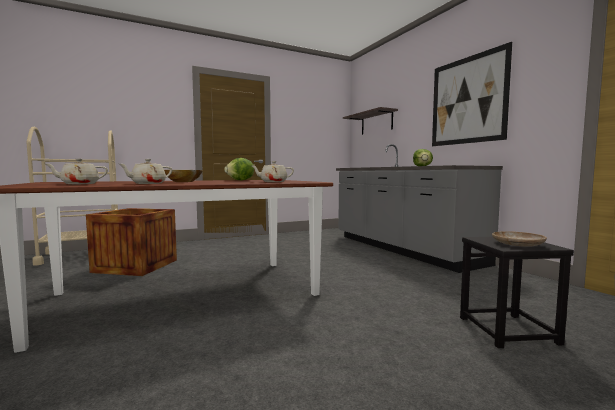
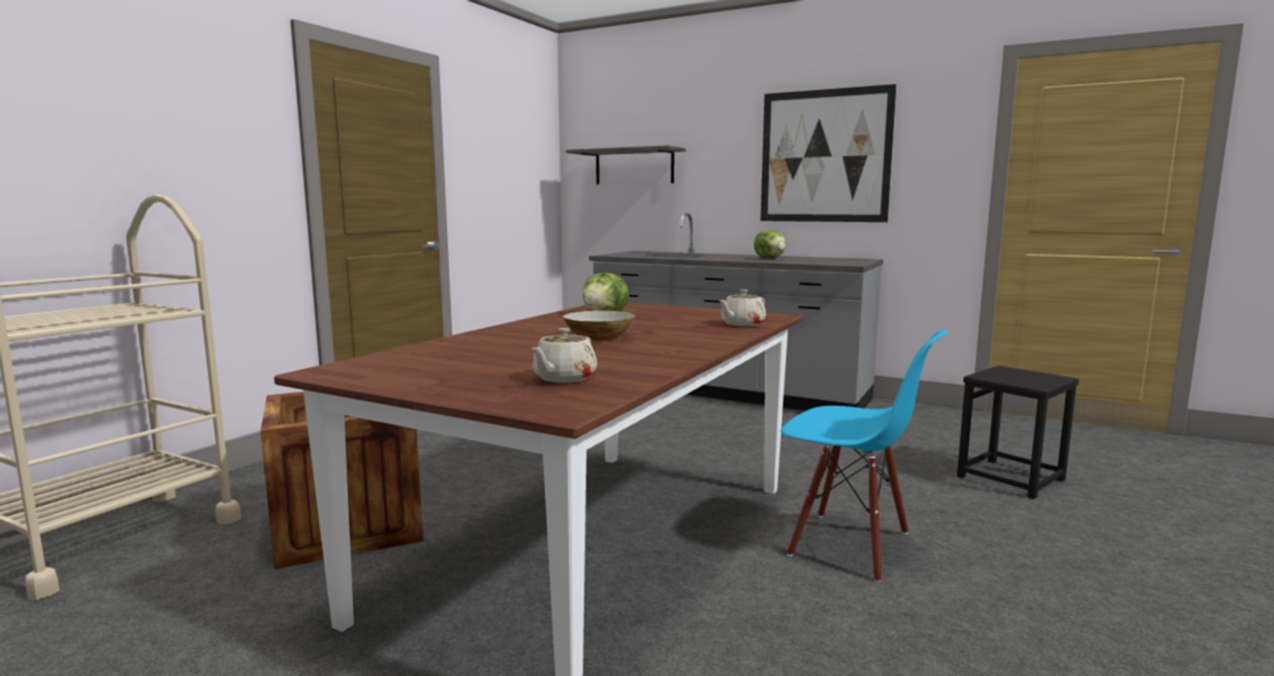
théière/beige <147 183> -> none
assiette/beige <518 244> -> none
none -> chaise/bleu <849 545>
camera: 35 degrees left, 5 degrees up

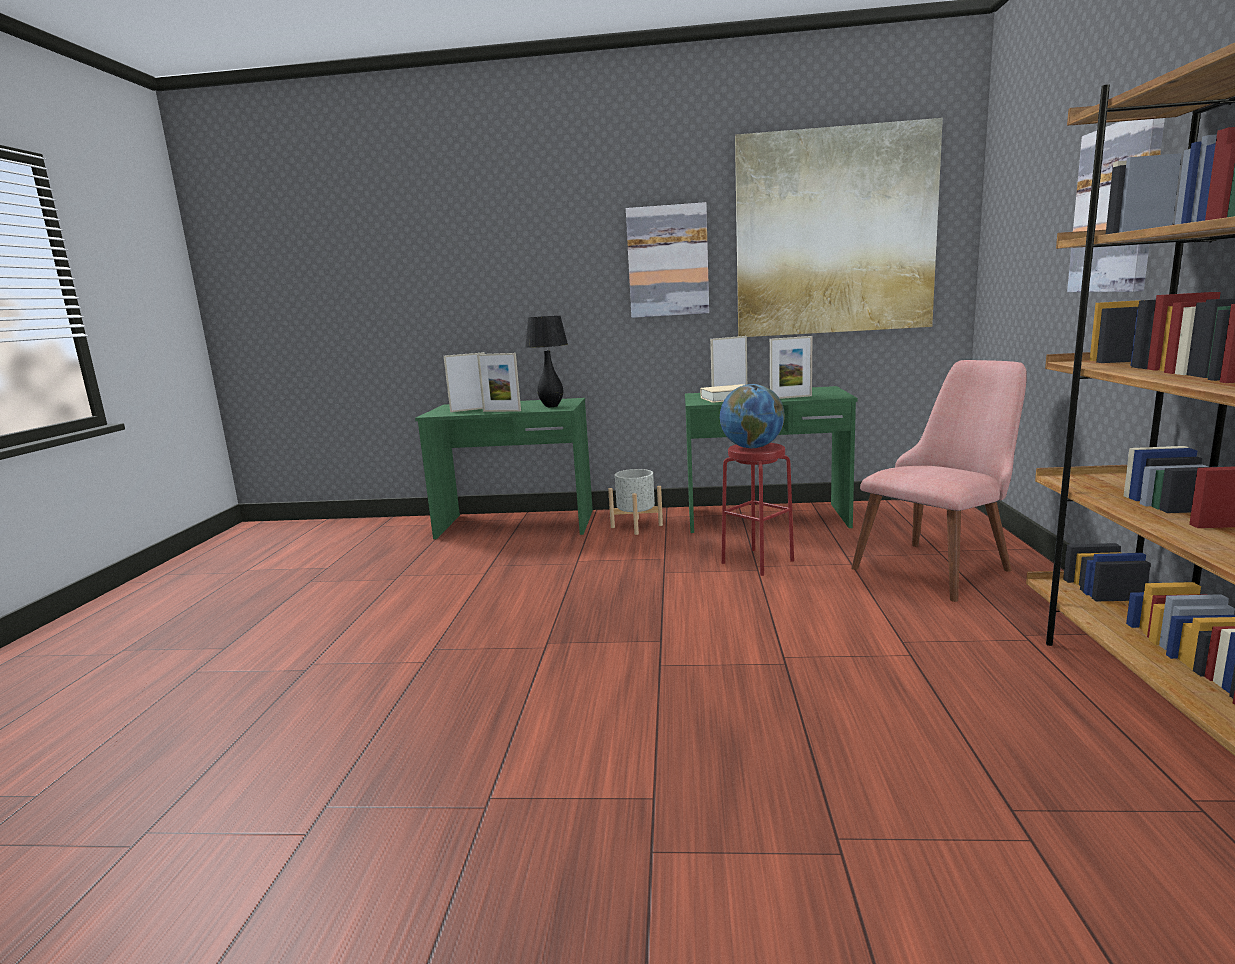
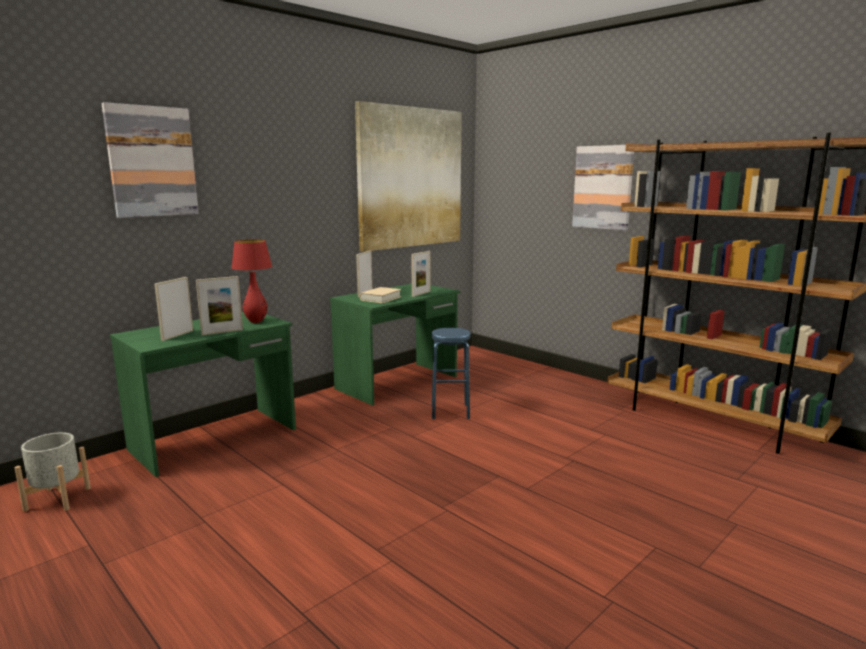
lampe de table/noir <551 406> -> lampe de table/rouge <256 321>
cache-pot/gris <637 526> -> cache-pot/gris <58 499>, moved
tableau <668 261> -> tableau <151 162>, moved
globe <752 447> -> none
tabouret/rouge <757 562> -> tabouret/bleu <450 411>
chaise/rose <941 564> -> none
camera: 50 degrees left, 0 degrees up

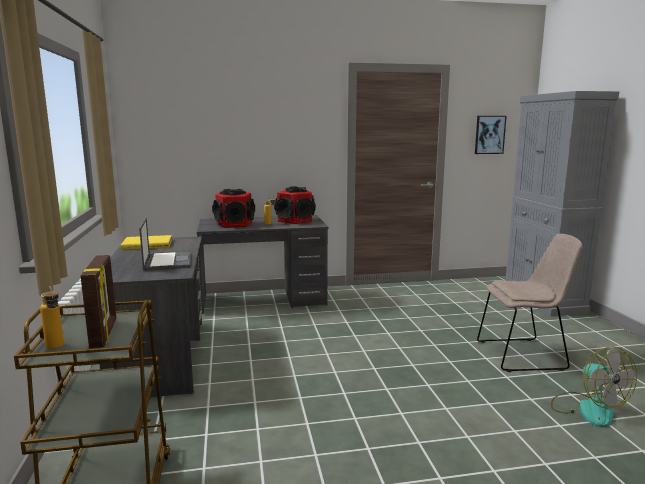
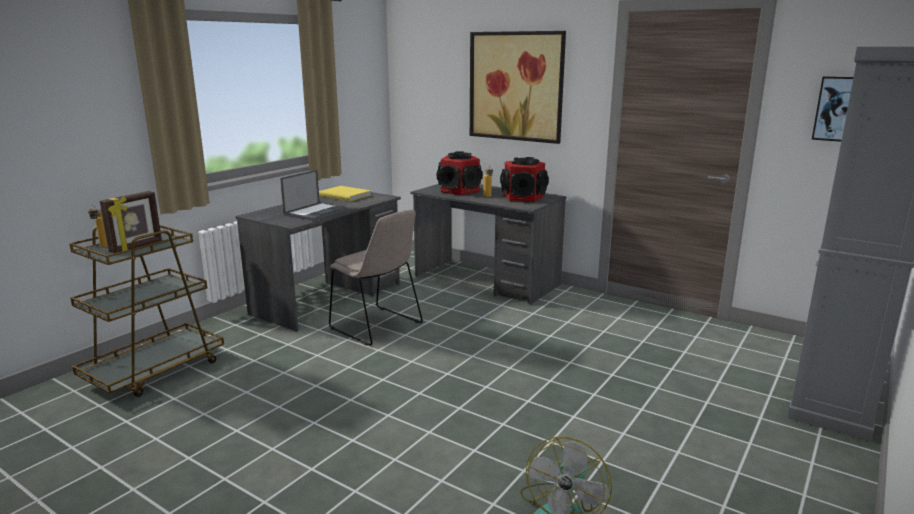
chaise/beige <523 355> -> chaise/beige <378 327>, moved
none -> tableau <516 86>
camera: 45 degrees right, 5 degrees up

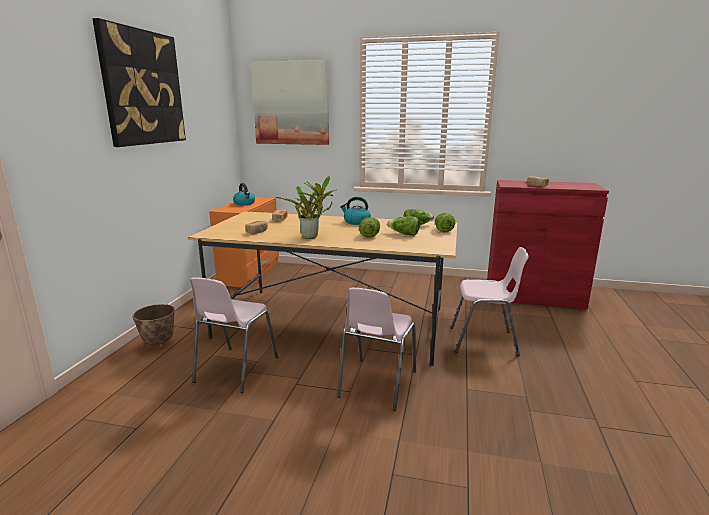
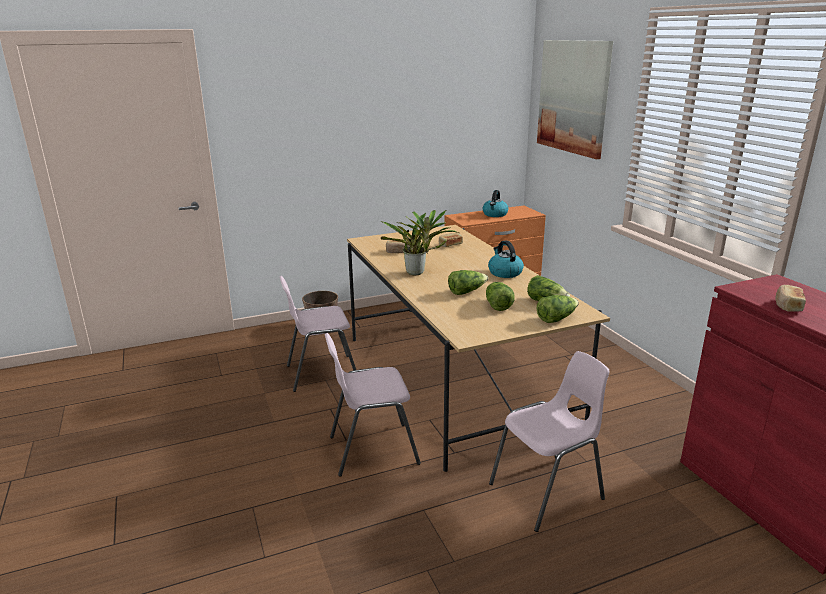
tableau <143 88> -> none
chaise/rose <484 341> -> chaise/rose <548 492>, 90 degrees counterclockwise
camera: 55 degrees right, 5 degrees up

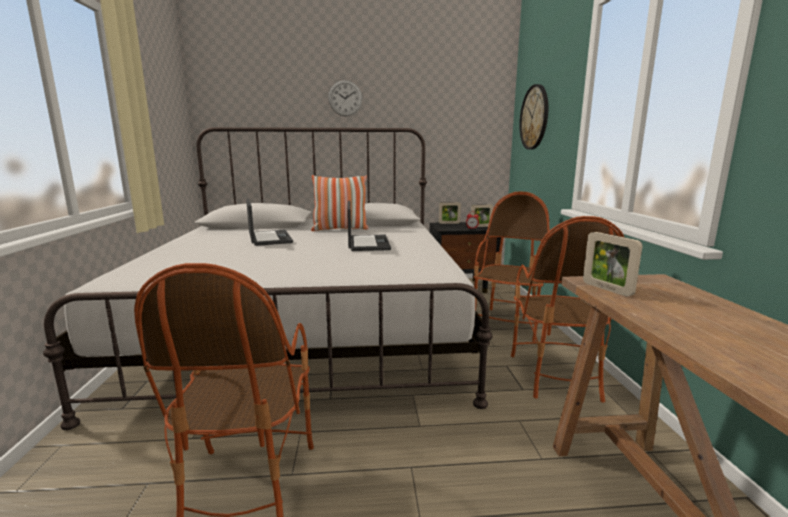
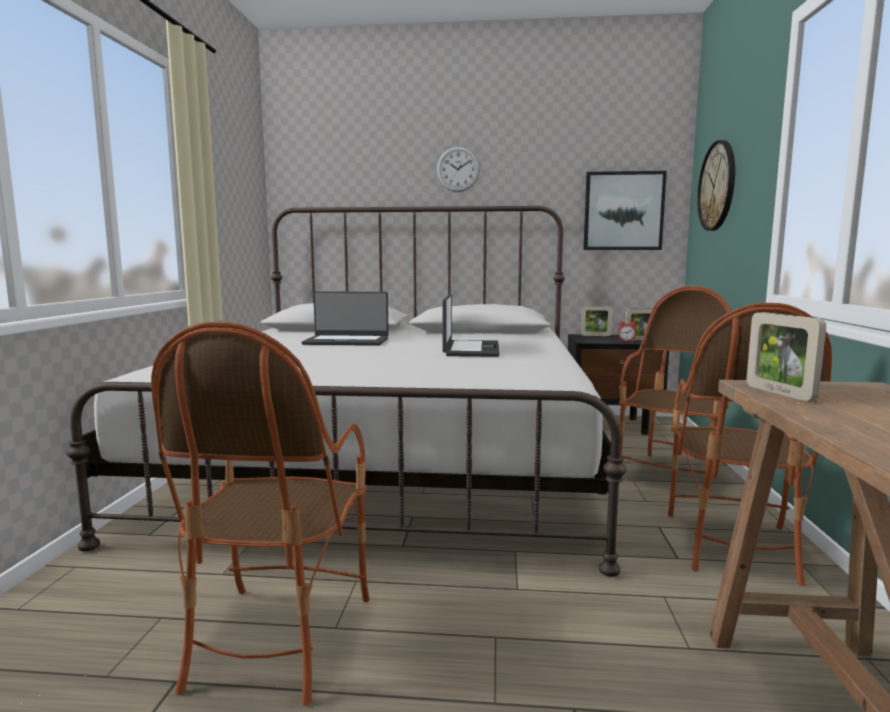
ordinateur portable <269 238> -> ordinateur portable <346 341>, 105 degrees clockwise
coussin <340 229> -> none
none -> tableau <623 211>
camera: 10 degrees right, 5 degrees down

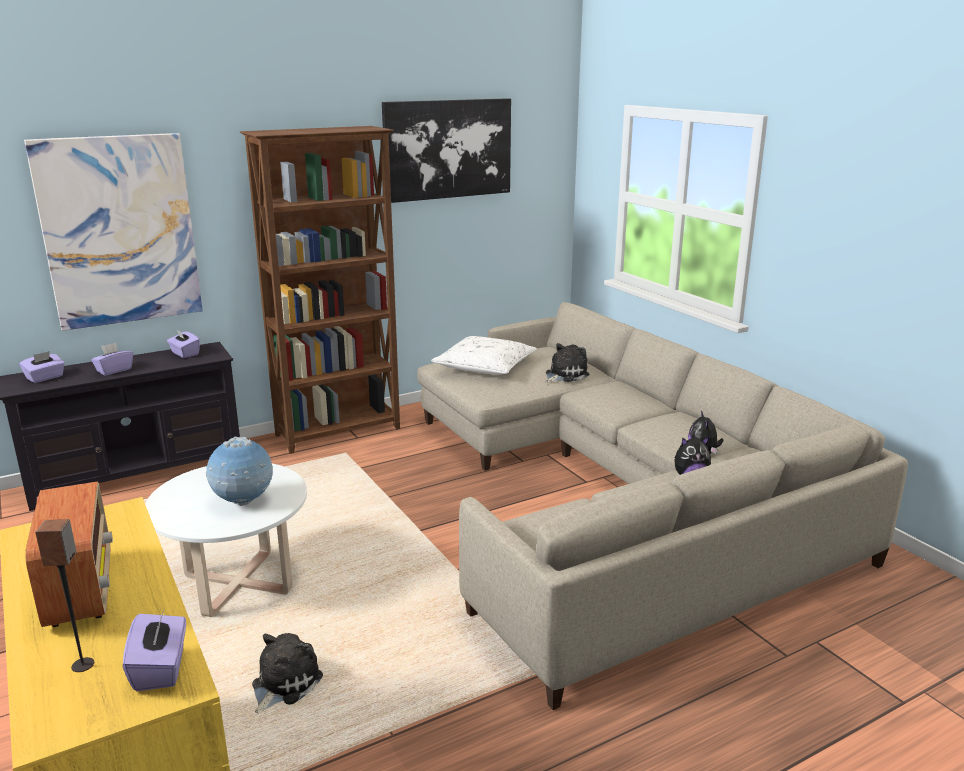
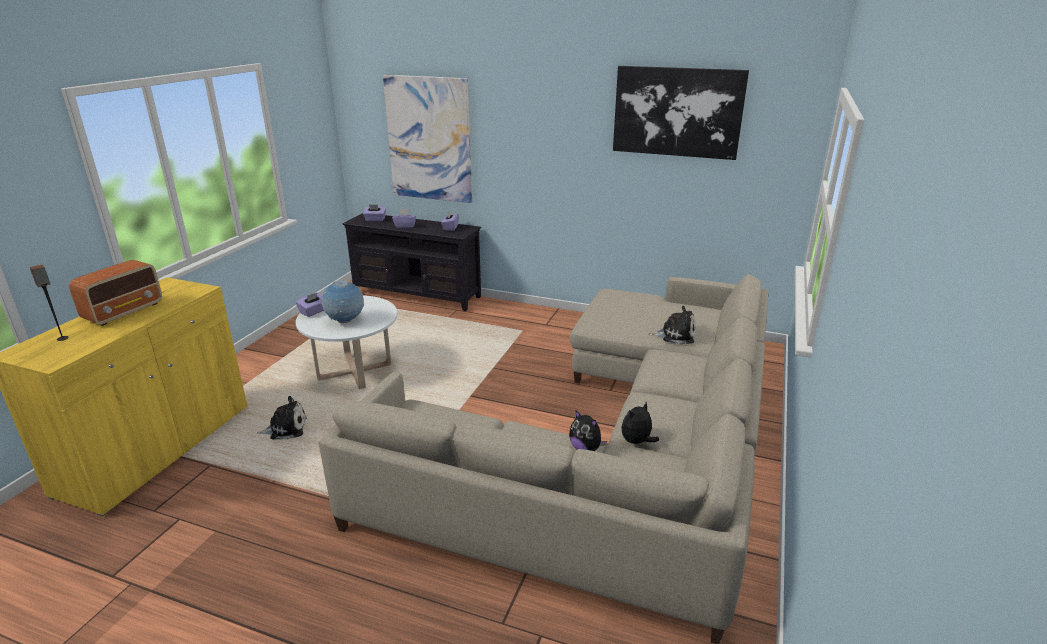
boîte à mouchoirs/violet <161 668> -> boîte à mouchoirs/violet <313 312>, moved
bibliothèque/marron <339 432> -> none
coussin/blanc <485 366> -> none
camera: 50 degrees right, 5 degrees up

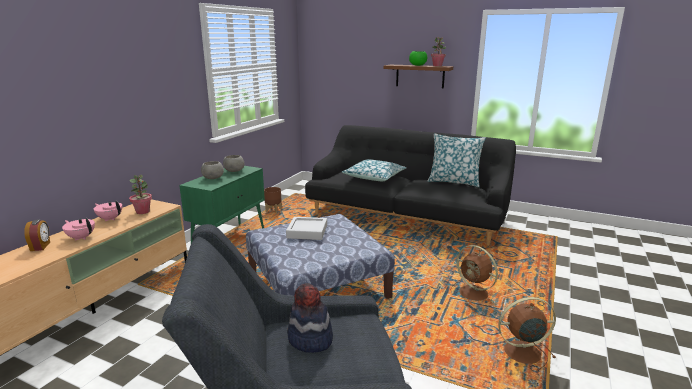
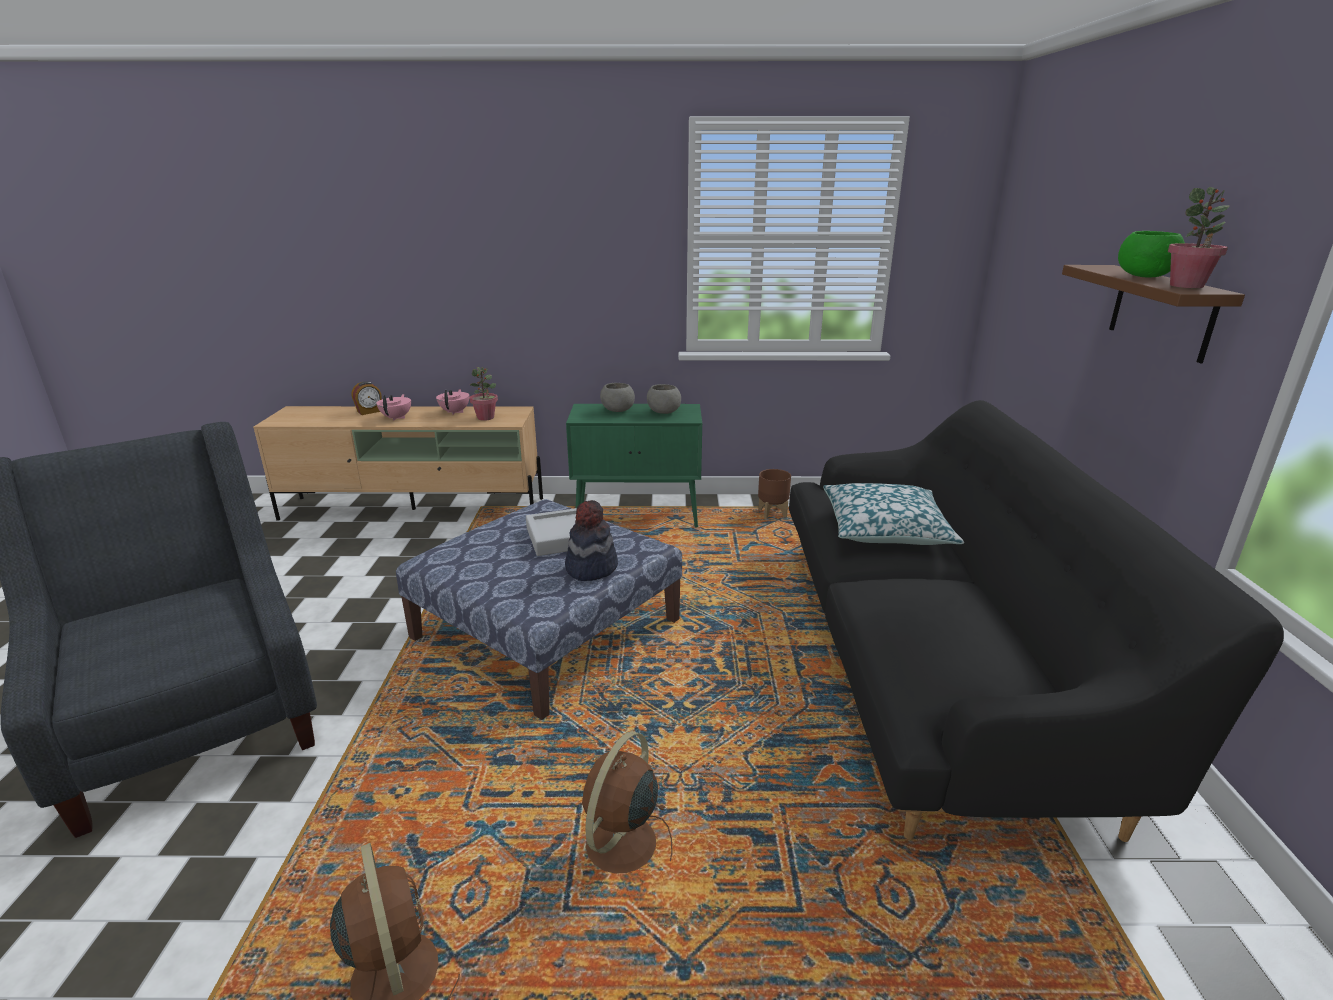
chapeau <310 339> -> chapeau <591 567>, moved
coussin <454 182> -> none
camera: 65 degrees right, 5 degrees up

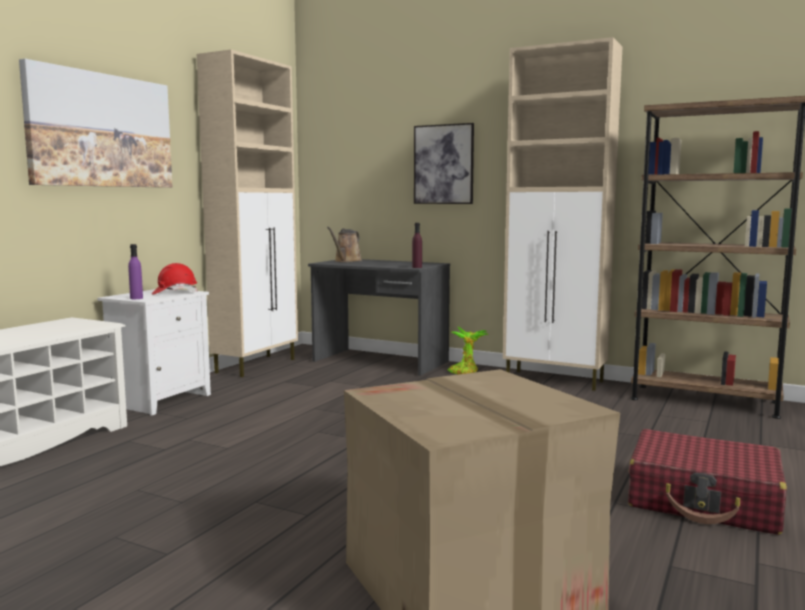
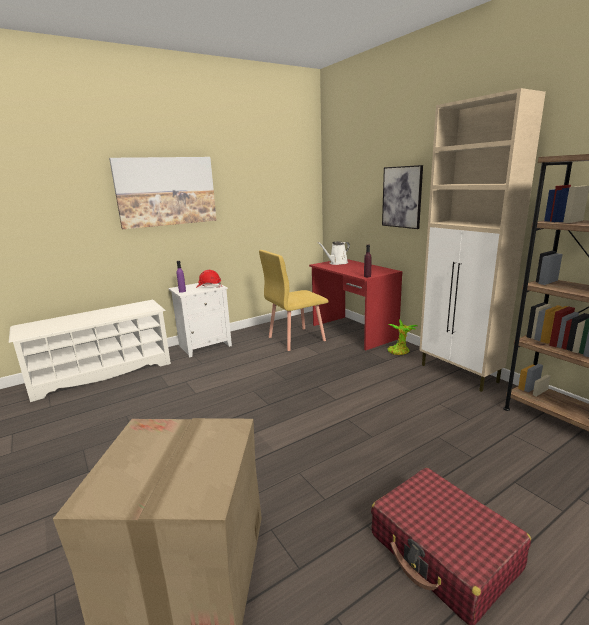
meuble de rangement/beige <257 365> -> none
bureau/gris <380 361> -> bureau/rouge <353 332>
arrosoir/marron <346 261> -> arrosoir/blanc <337 263>
none -> chaise/jaune <296 339>
camera: 30 degrees right, 10 degrees up

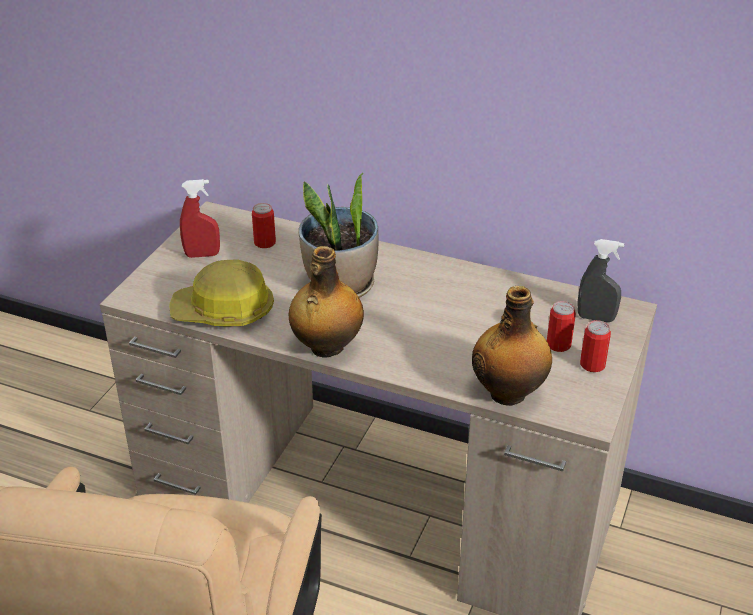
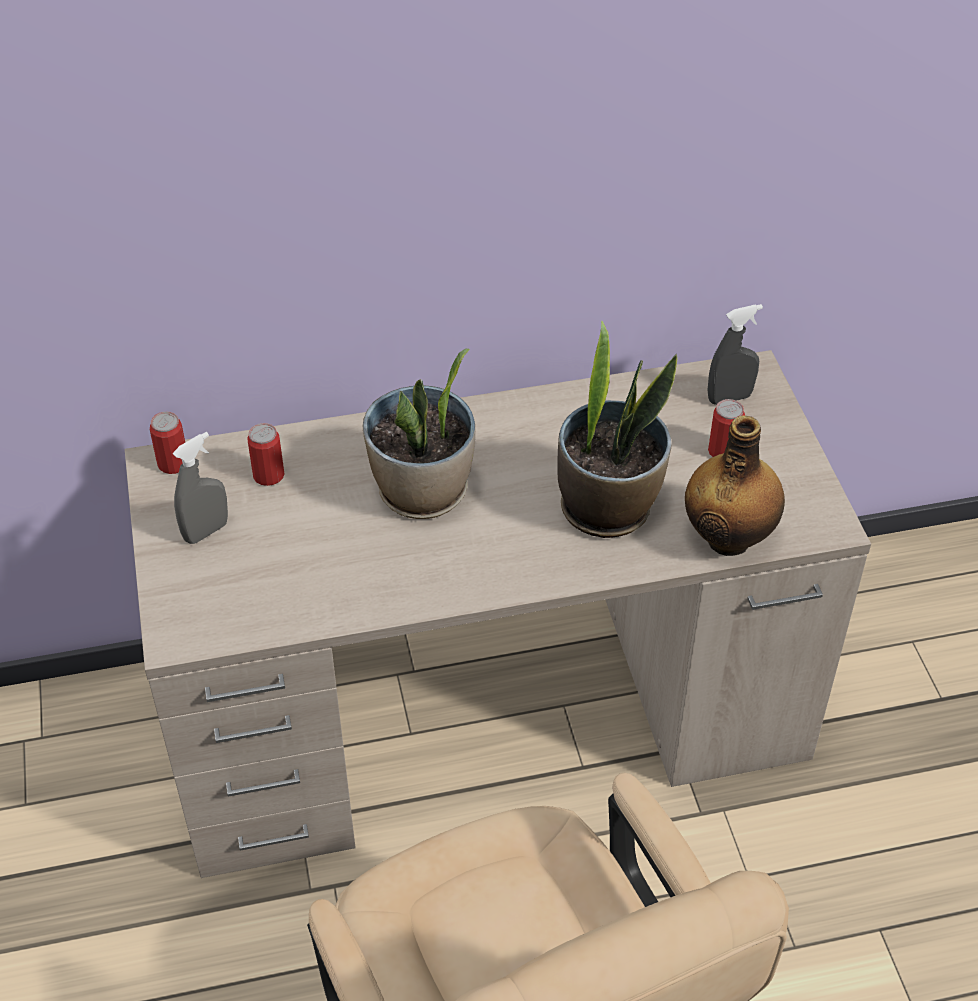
casque de chantier <224 312> -> none
vaporisateur/rouge <202 255> -> vaporisateur/gris <206 531>
bouteille <326 347> -> none
boîte métallique <592 365> -> boîte métallique <173 464>, moved
none -> plante en pot <607 507>
camera: 35 degrees left, 10 degrees up

